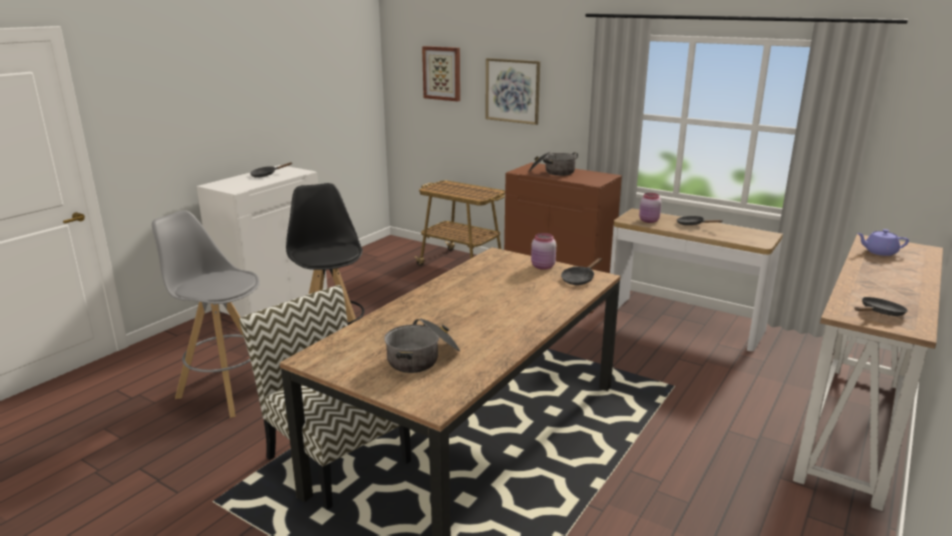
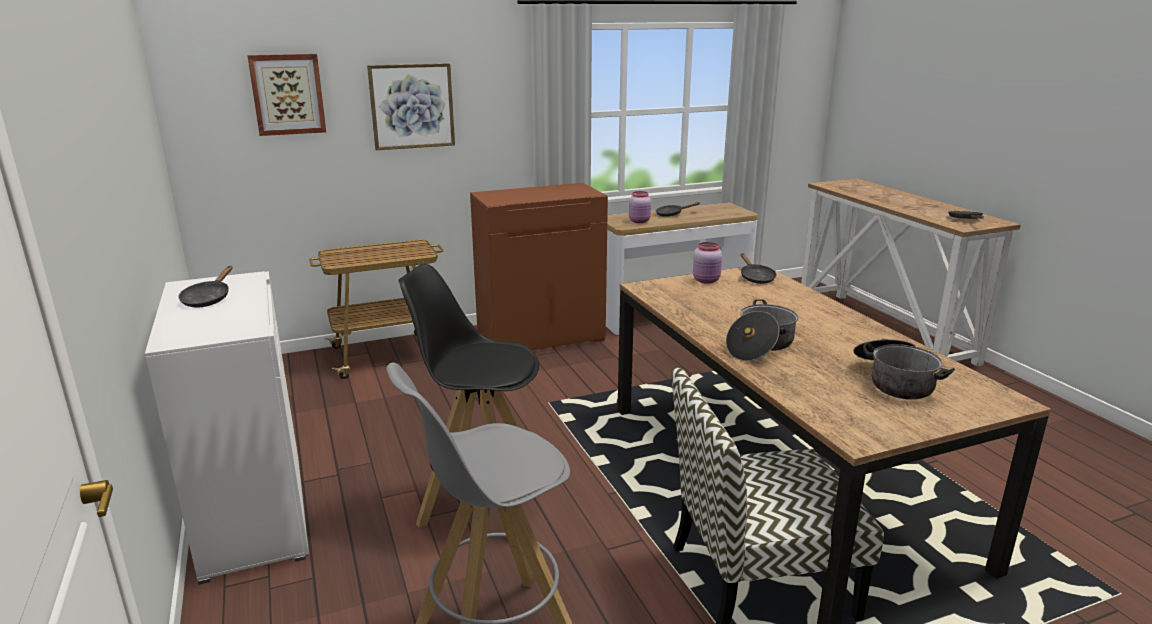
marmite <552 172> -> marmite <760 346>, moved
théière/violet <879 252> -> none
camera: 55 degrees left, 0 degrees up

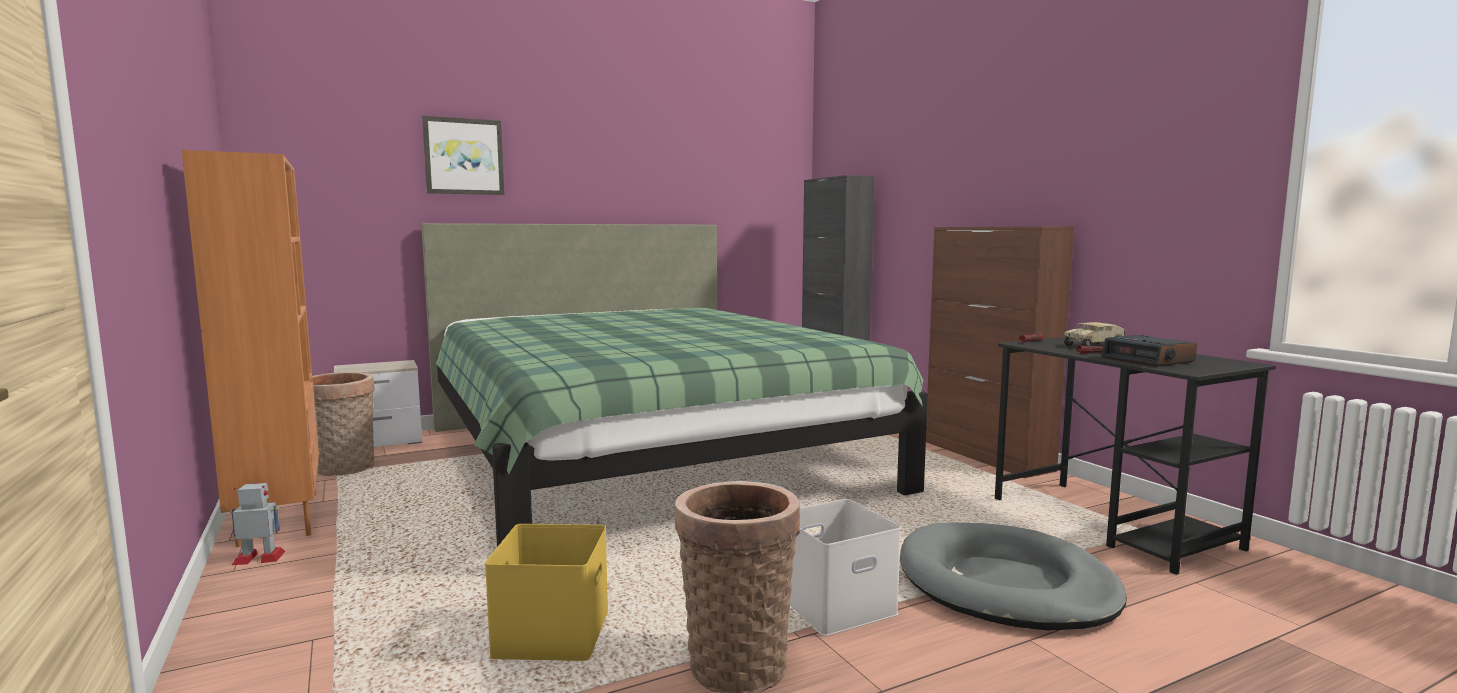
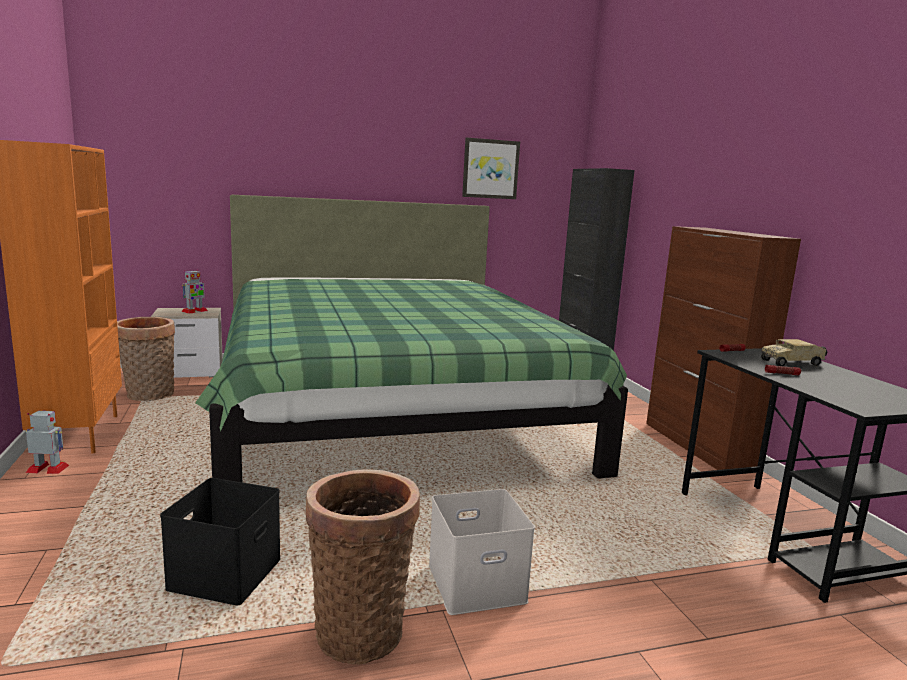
tableau <464 156> -> tableau <490 169>, moved
boîte de rangement/jaune <550 633> -> boîte de rangement/noir <224 574>
panier pour chien/gris <1005 584> -> none
réveil <1148 360> -> none
none -> robot jouet <194 311>
camera: 10 degrees right, 5 degrees up

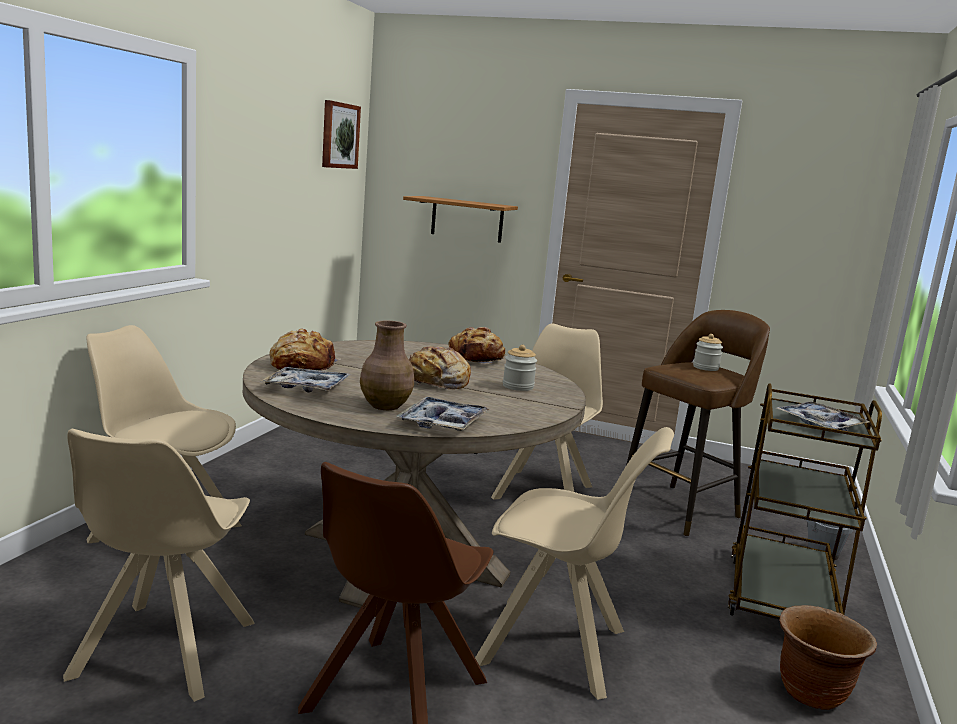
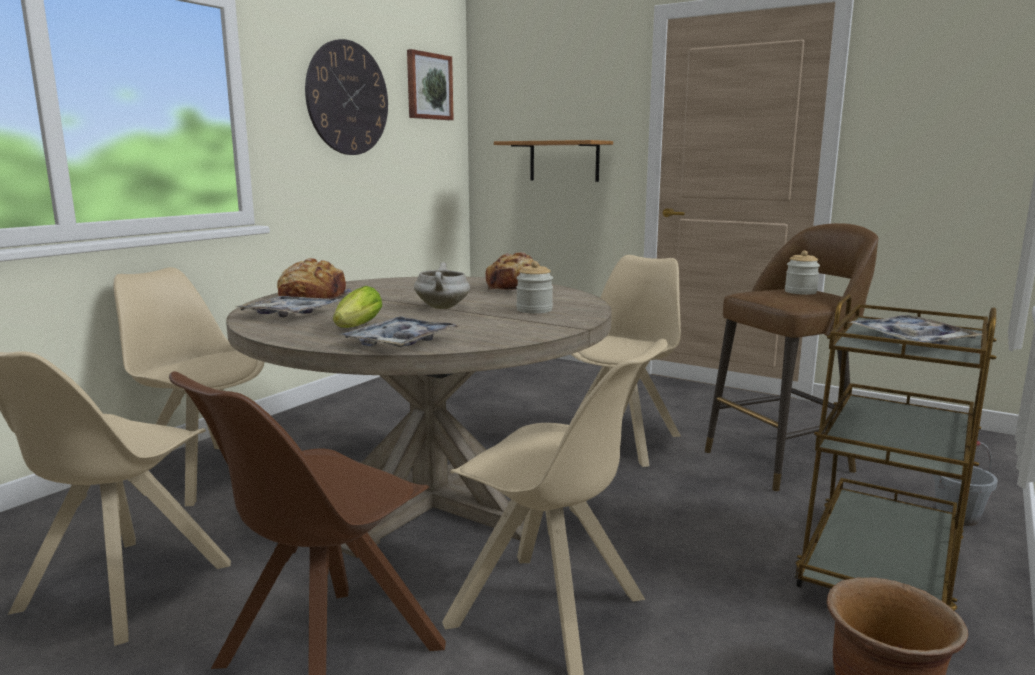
vase/marron <386 406> -> laitue <355 328>
pain <437 382> -> marmite/blanc <443 307>
none -> horloge murale <347 98>
camera: 15 degrees right, 0 degrees up

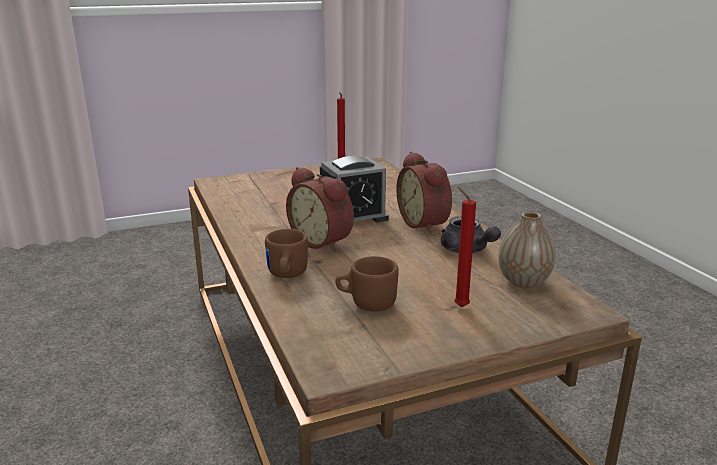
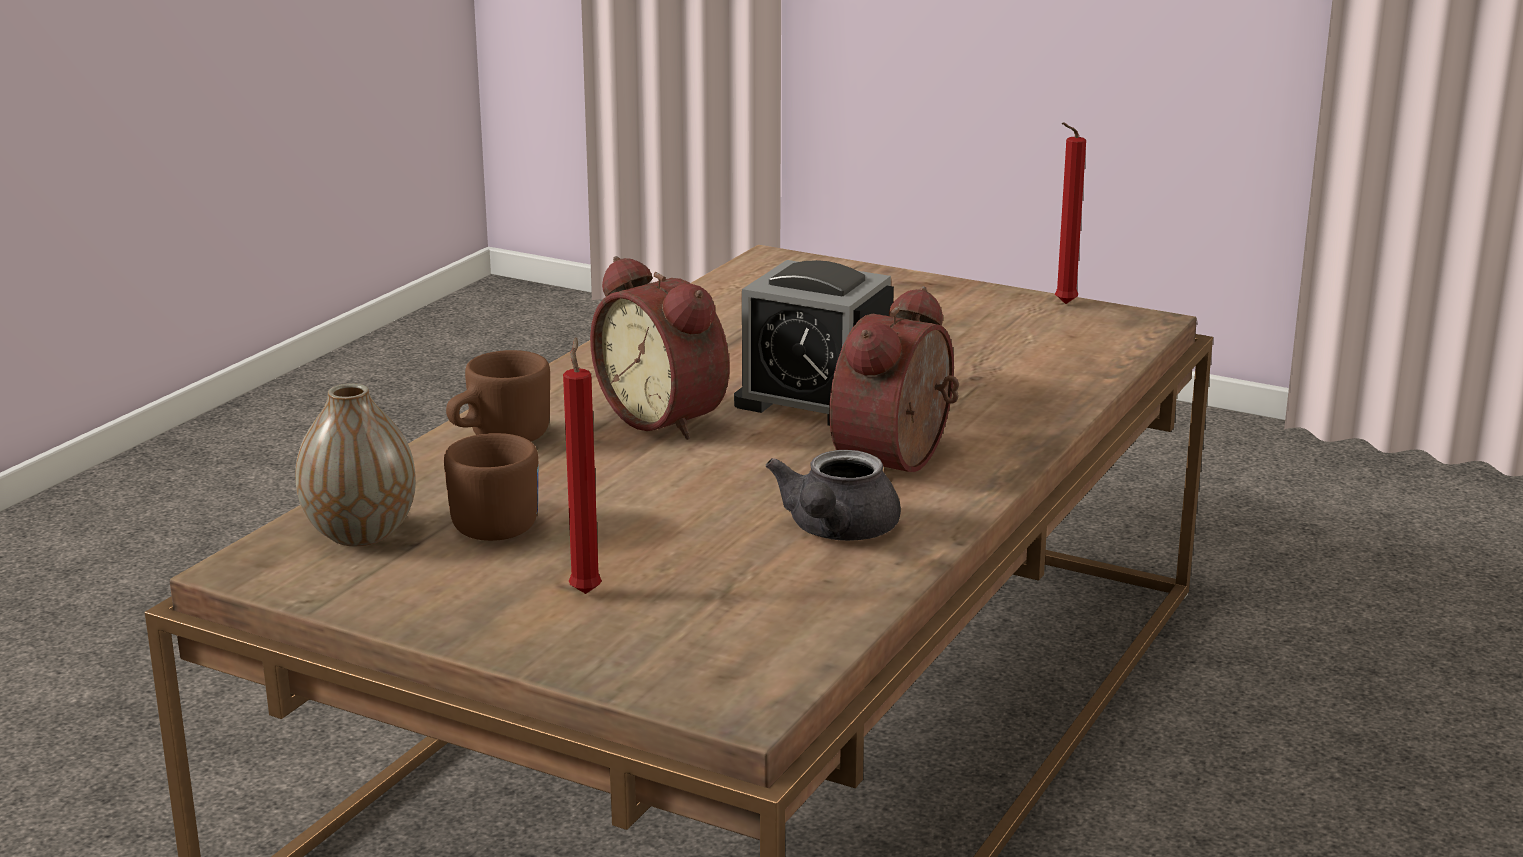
réveil <323 241> -> réveil <667 417>, 45 degrees counterclockwise
vase <523 282> -> vase <360 534>, moved
camera: 50 degrees right, 0 degrees up

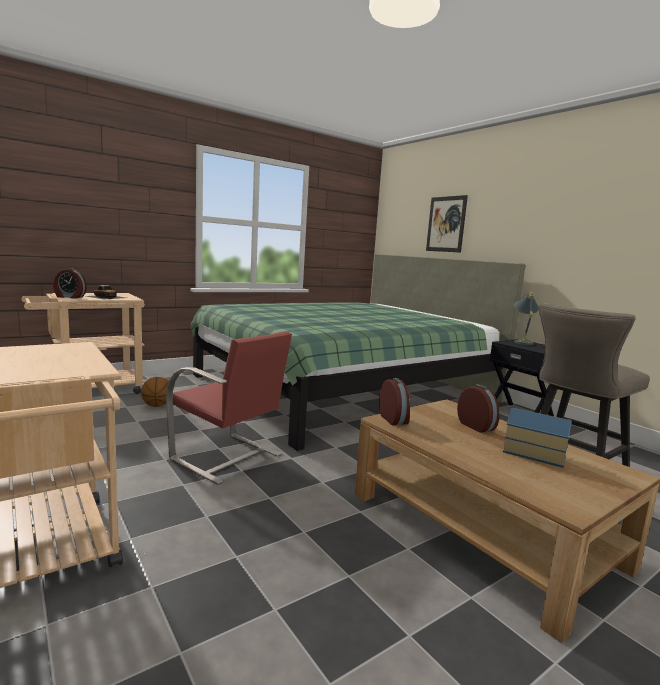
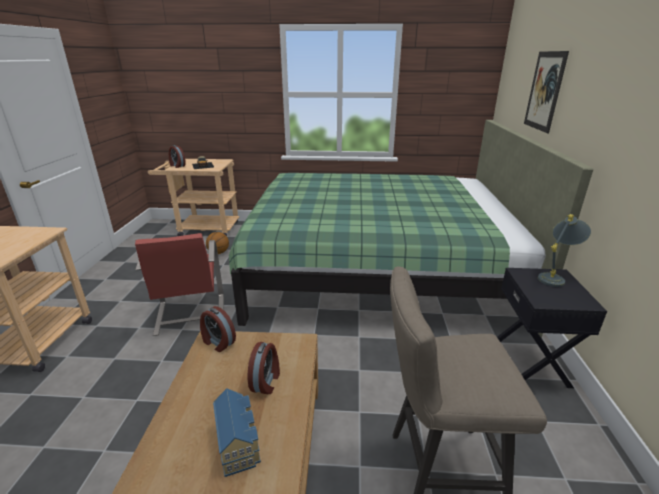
réveil <394 419> -> réveil <218 342>, 105 degrees clockwise
camera: 40 degrees right, 15 degrees up

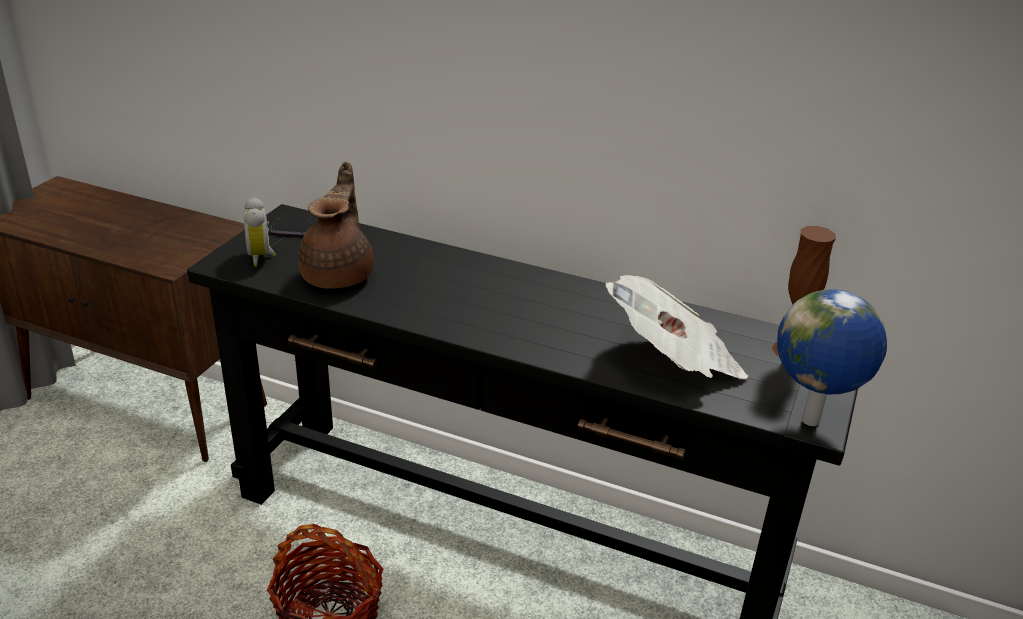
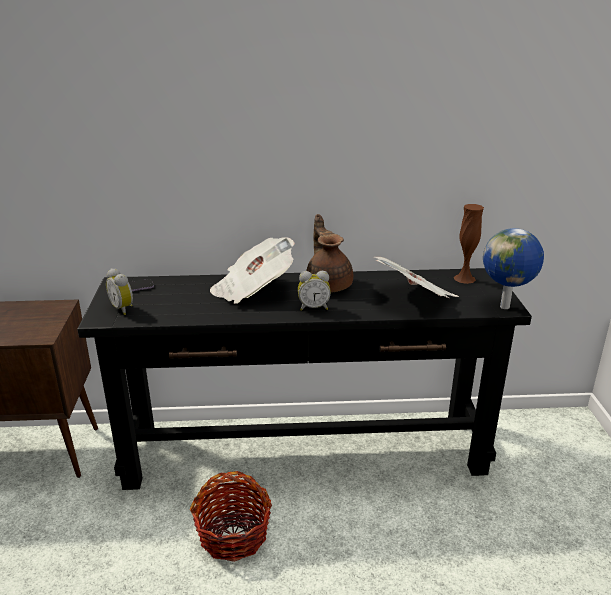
théière/marron <339 274> -> théière/marron <328 284>, moved
none -> journal <252 290>
none -> réveil <313 307>
camera: 25 degrees left, 5 degrees down

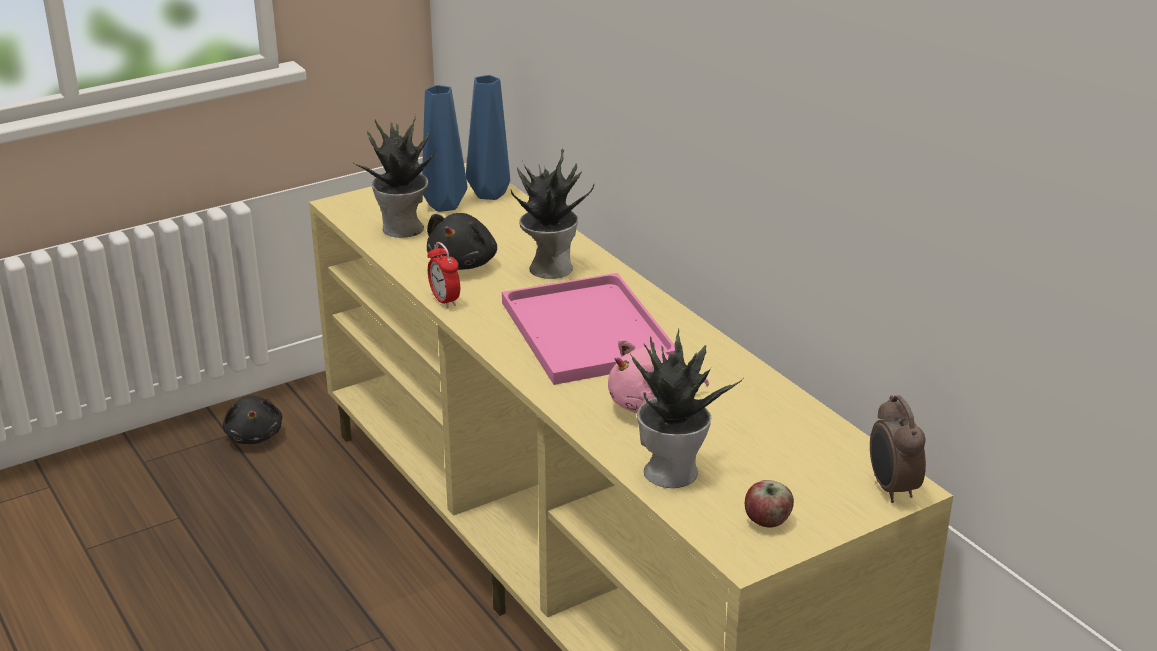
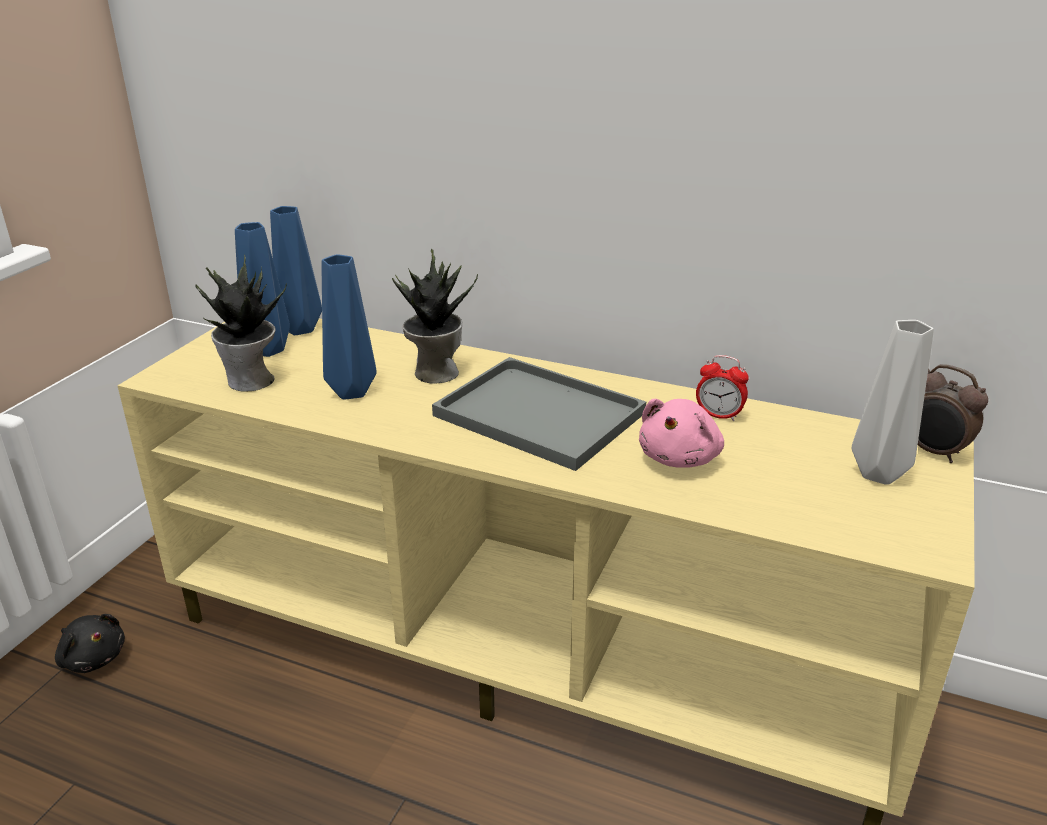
peluche/noir <464 263> -> vase/bleu <351 393>
réveil <444 300> -> réveil <719 415>, moved
plateau/rose <584 330> -> plateau/gris <535 414>
plante en pot <672 471> -> none
pomme <767 521> -> none
none -> vase/gris <881 473>
camera: 35 degrees left, 0 degrees up

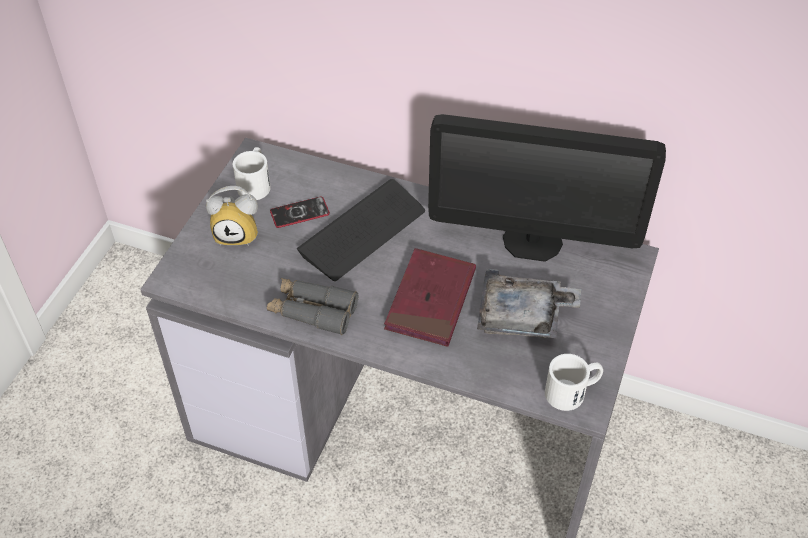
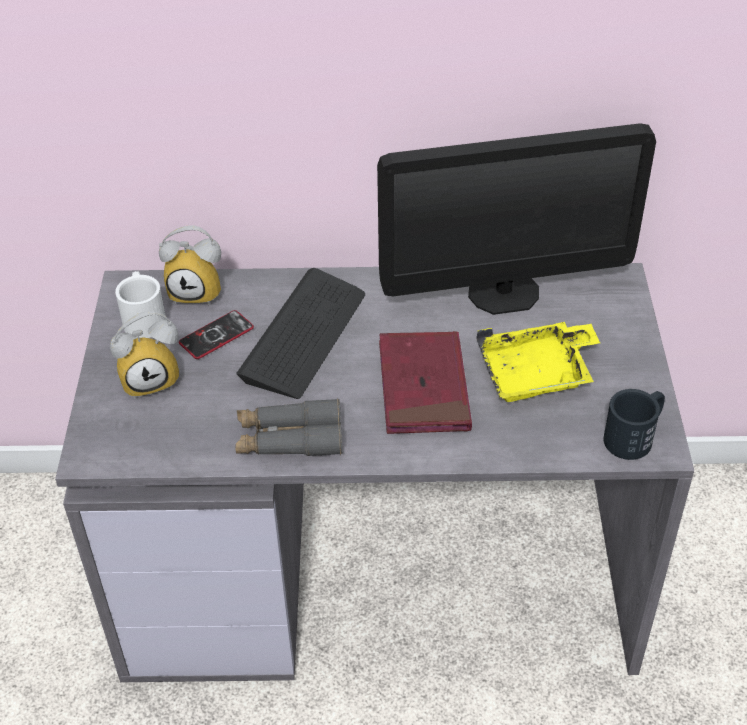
plateau/gris <523 316> -> plateau/jaune <537 374>
mug/blanc <572 391> -> mug/noir <635 436>
none -> réveil <198 291>
camera: 20 degrees left, 5 degrees down

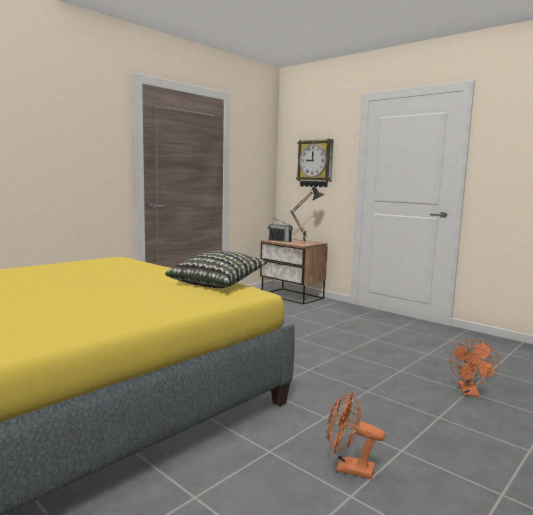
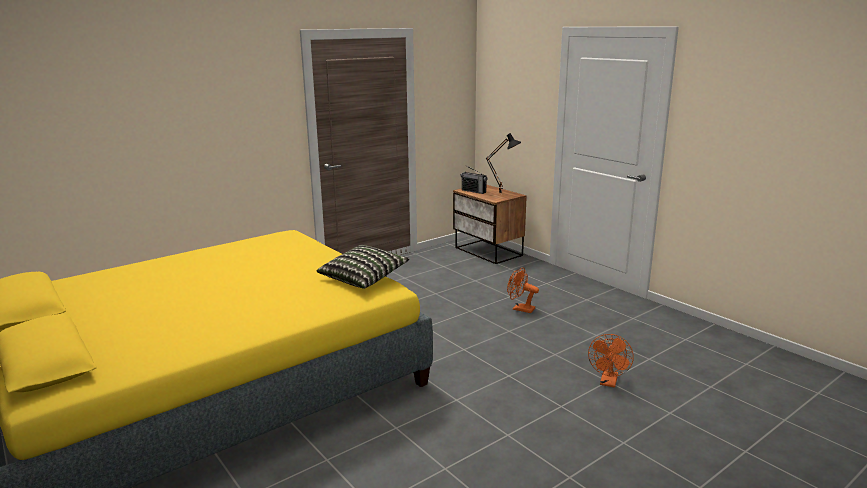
horloge murale <315 163> -> none
ventilateur/orange <348 468> -> ventilateur/orange <520 309>, moved
camera: 10 degrees right, 10 degrees up

